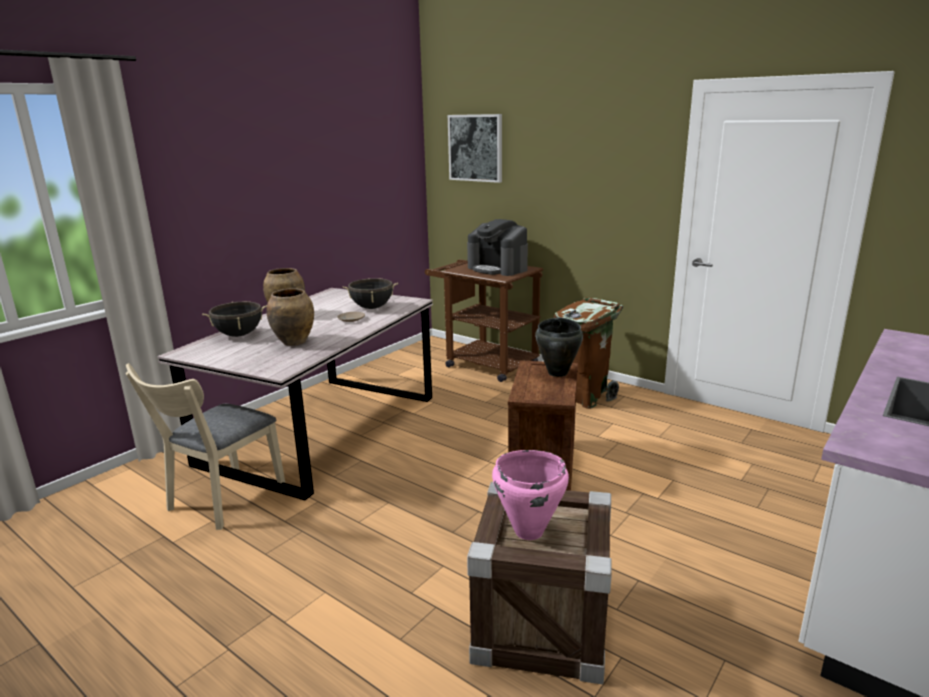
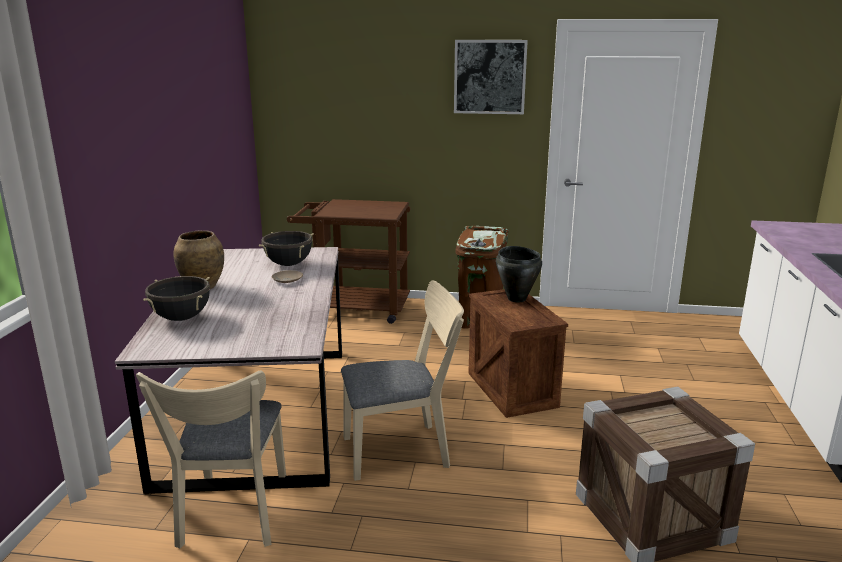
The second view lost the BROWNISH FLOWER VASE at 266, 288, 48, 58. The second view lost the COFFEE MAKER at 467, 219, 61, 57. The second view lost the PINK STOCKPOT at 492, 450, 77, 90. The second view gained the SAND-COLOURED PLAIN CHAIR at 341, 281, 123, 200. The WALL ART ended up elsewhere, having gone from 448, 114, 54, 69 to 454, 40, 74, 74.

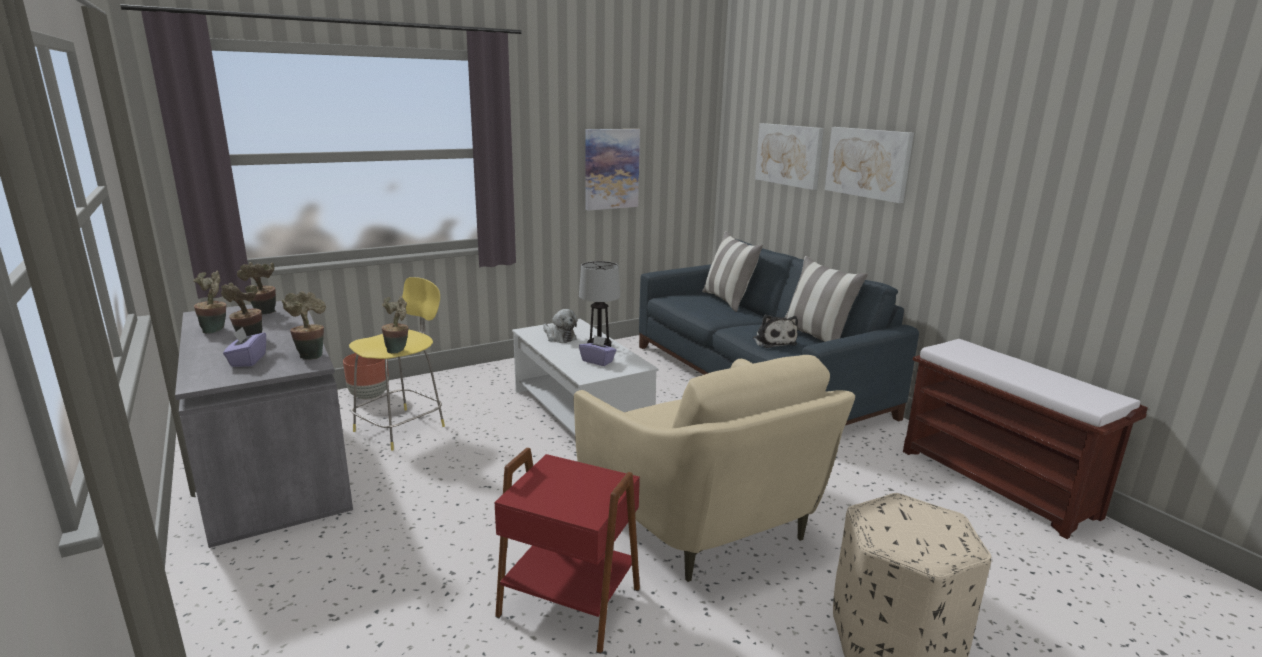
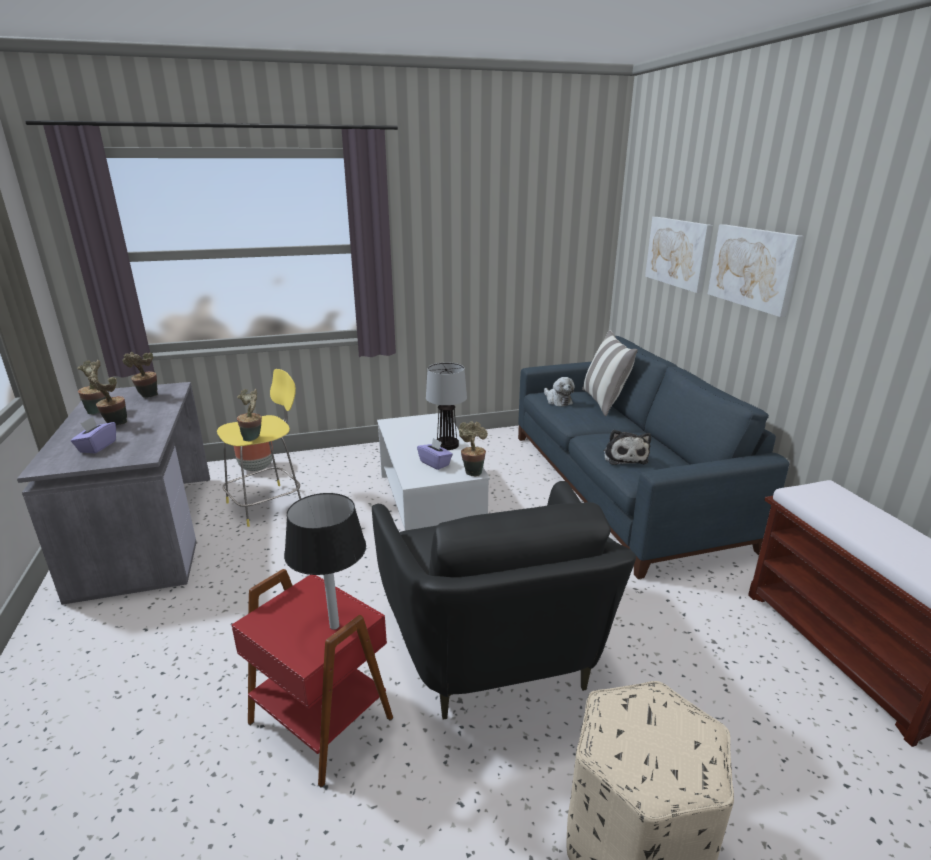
The second view lost the WALL ART at 586, 129, 54, 82. The second view lost the CUSHION at 784, 256, 84, 86. The second view gained the BLACKISH TABLETOP LAMP at 284, 493, 82, 137. The HOUSEPLANT ended up elsewhere, having gone from 282, 291, 44, 69 to 458, 421, 30, 55. The CUDDLY TOY ended up elsewhere, having gone from 543, 309, 34, 34 to 544, 377, 31, 30. What was the SAND-COLOURED LOUNGE CHAIR at 574, 355, 281, 227 turned into the BLACKISH LOUNGE CHAIR at 372, 481, 264, 239.

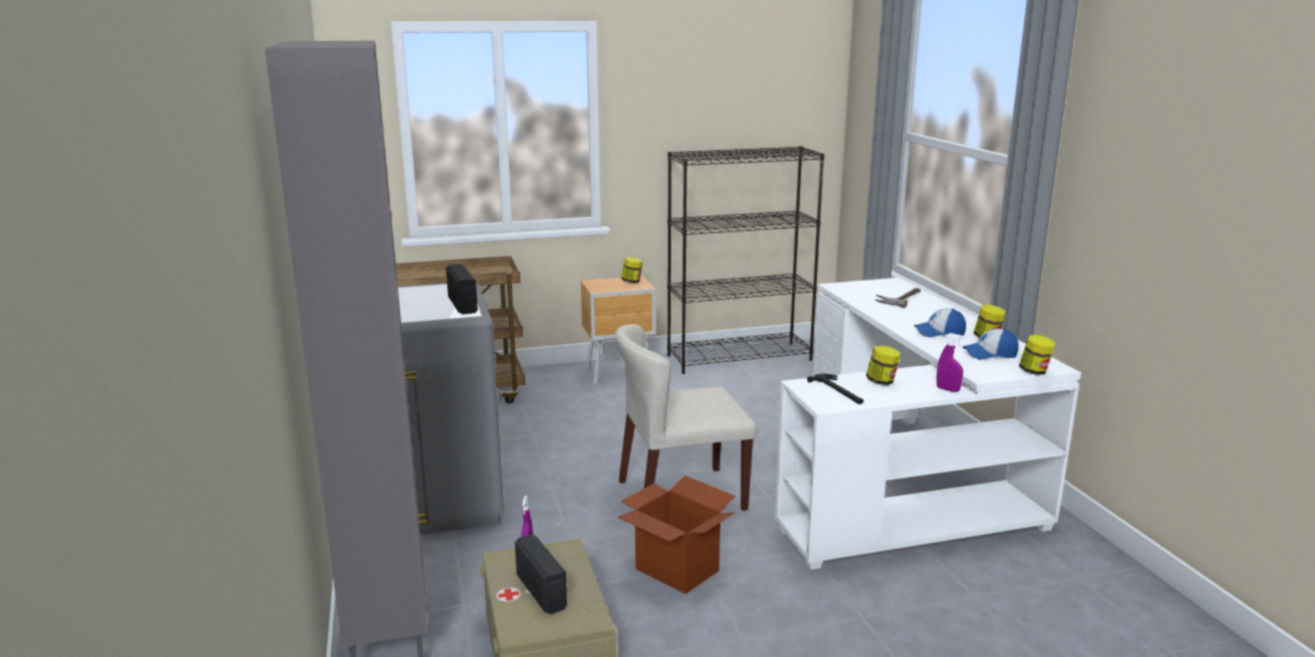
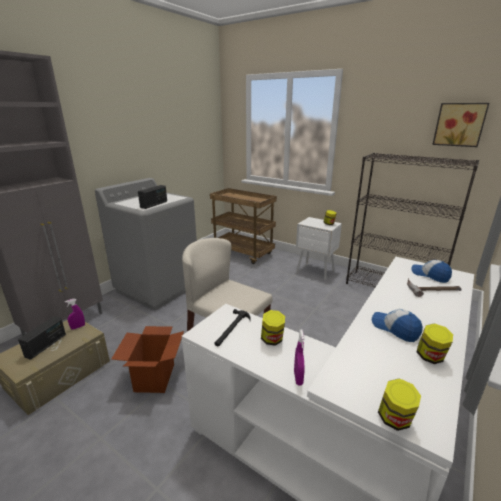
The second view gained the WALL ART at 432, 103, 57, 44. The PEAKED CAP ended up elsewhere, having gone from 962, 328, 57, 32 to 411, 260, 41, 23. What was the BROWNISH NIGHTSTAND at 581, 276, 75, 110 turned into the WHITE-COLOURED NIGHTSTAND at 296, 217, 46, 63.

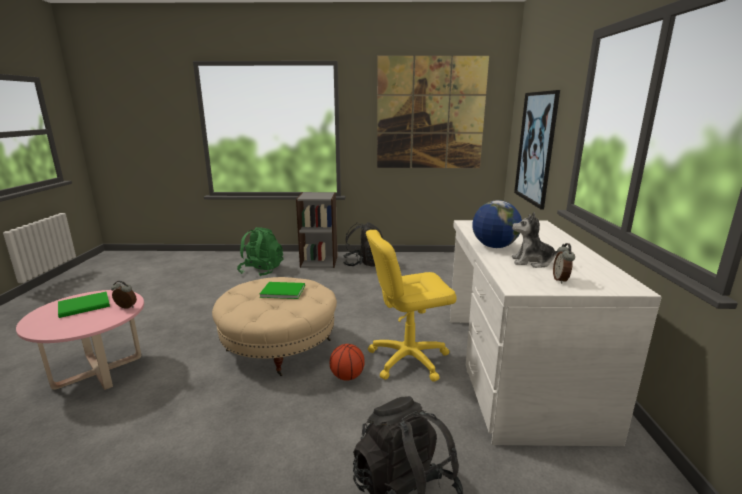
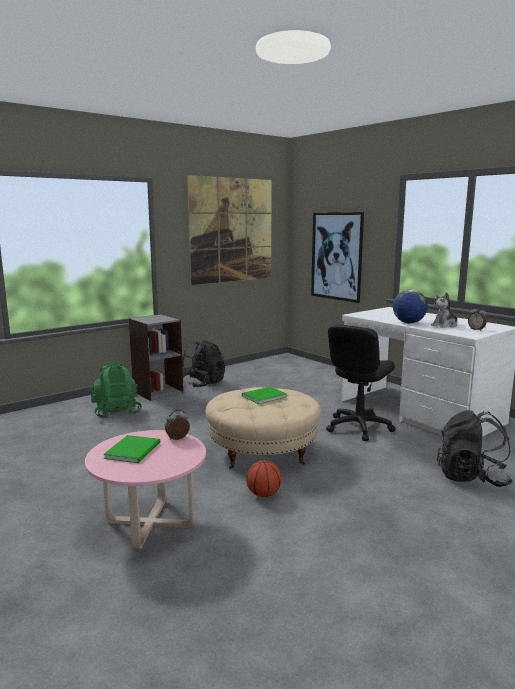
The BASKETBALL ended up elsewhere, having gone from 330, 344, 35, 37 to 246, 460, 36, 37. What was the YELLOW-COLOURED COMPUTER CHAIR at 366, 230, 91, 151 turned into the BLACKISH COMPUTER CHAIR at 326, 324, 69, 117.

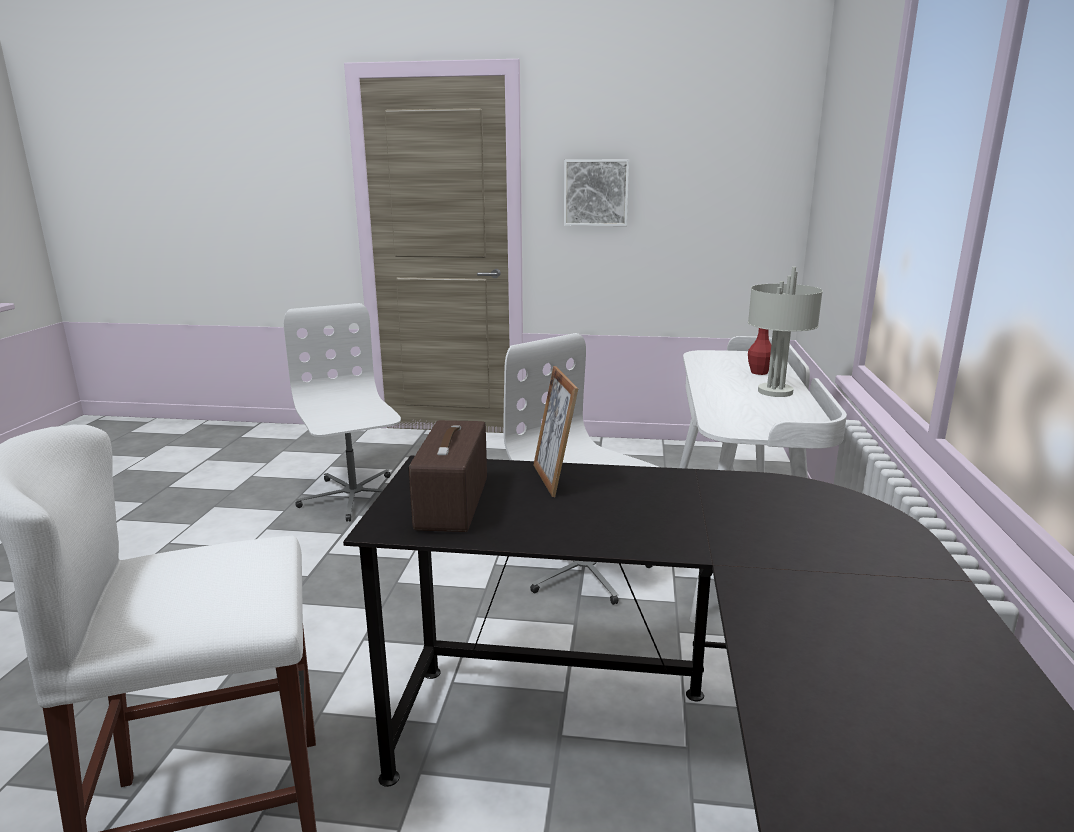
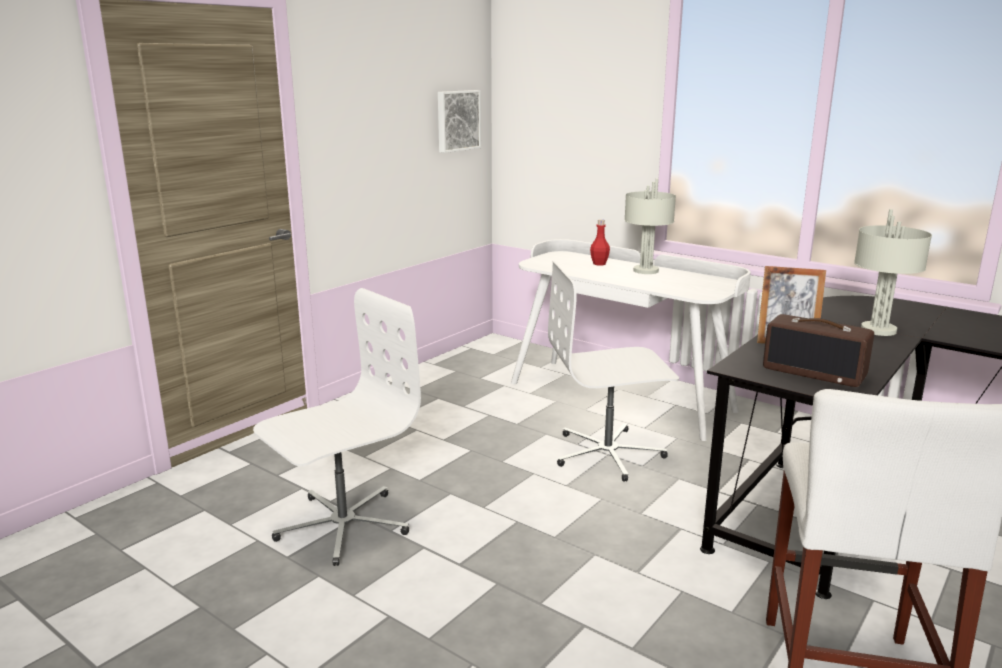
The second view gained the GREY TABLETOP LAMP at 854, 209, 78, 127. The WALL ART ended up elsewhere, having gone from 564, 159, 65, 67 to 438, 90, 43, 63. The WHITE-COLOURED COMPUTER CHAIR at 284, 303, 117, 219 ended up facing another way, 135 degrees clockwise from before.

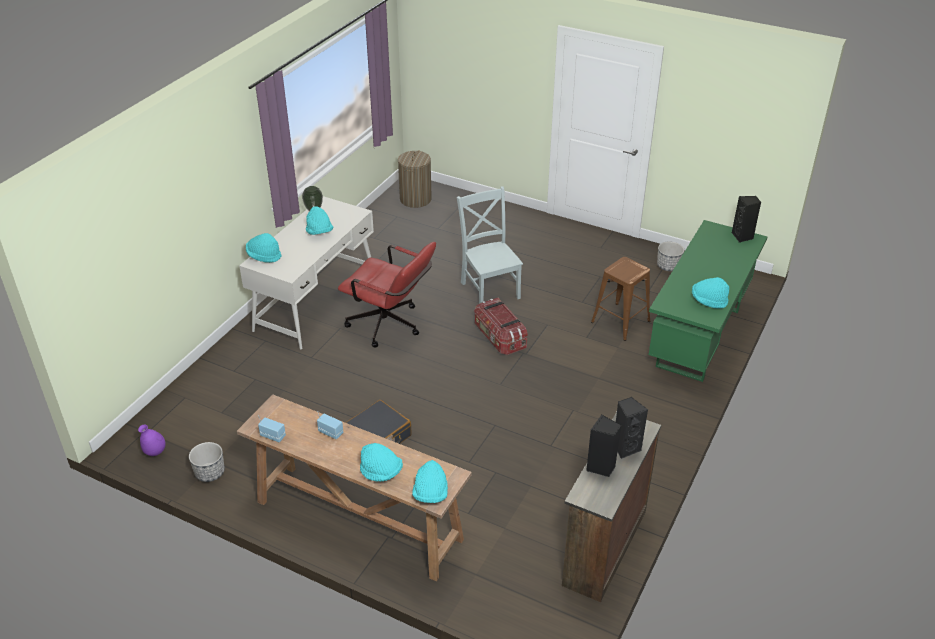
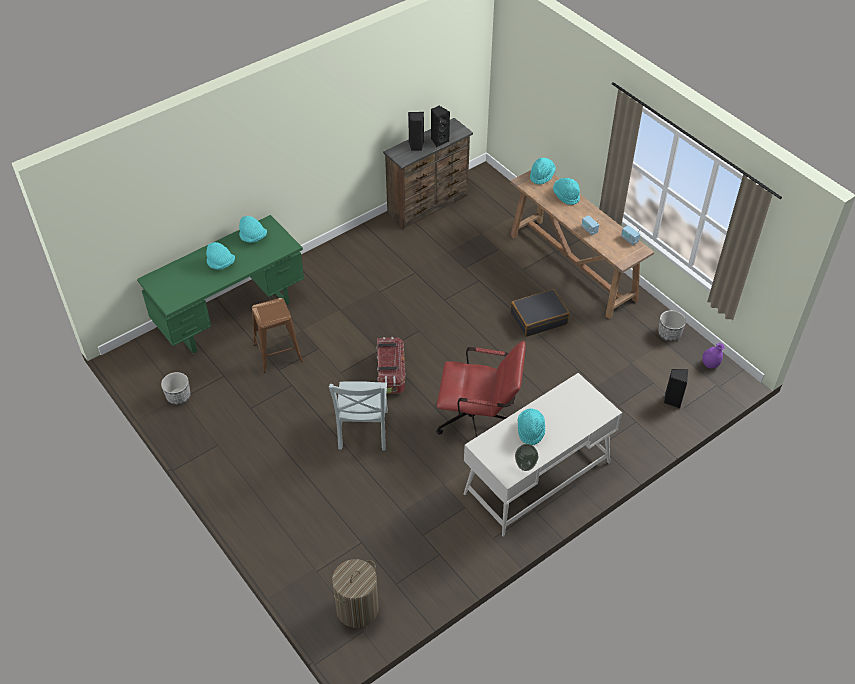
The TURQUOISE WEARABLE HAT ended up elsewhere, having gone from 246, 233, 36, 30 to 206, 242, 29, 28. The BLACKISH AUDIO SPEAKER ended up elsewhere, having gone from 732, 196, 29, 47 to 664, 369, 24, 39. The RED-COLOURED COMPUTER CHAIR at 338, 242, 98, 106 ended up facing another way, 135 degrees clockwise from before.

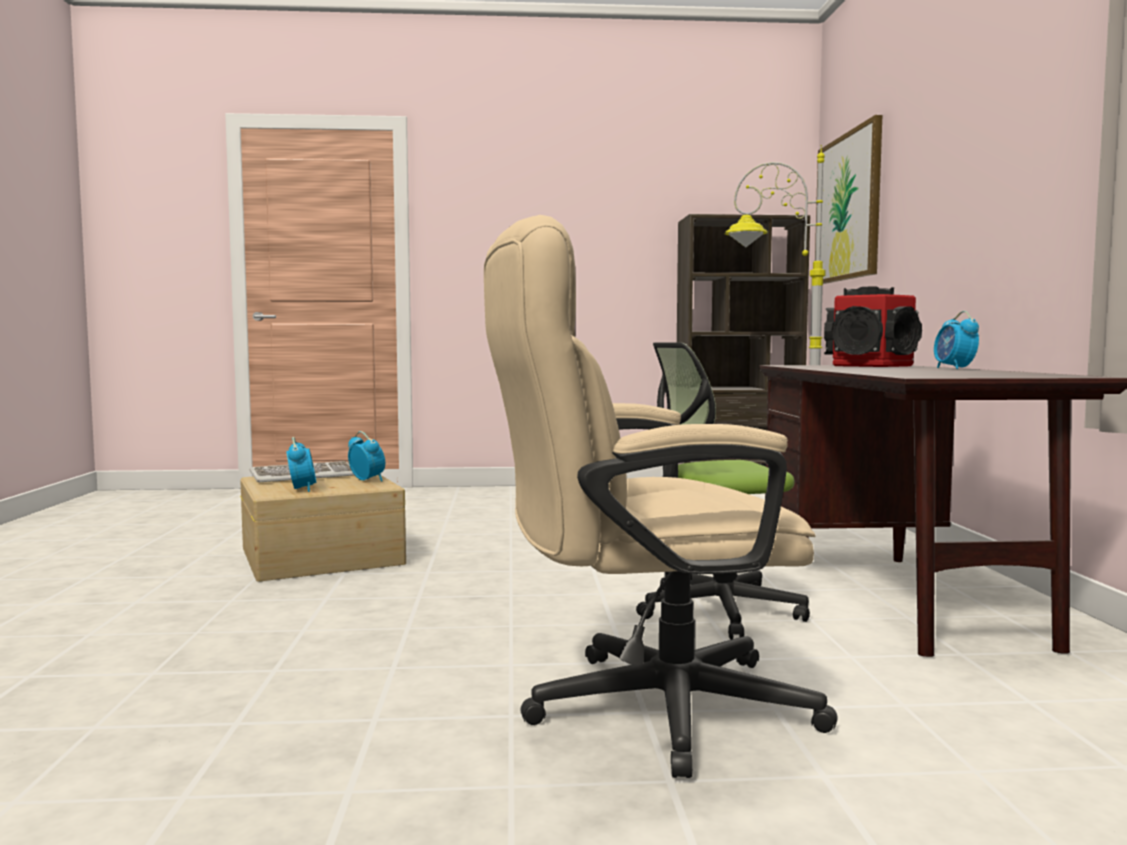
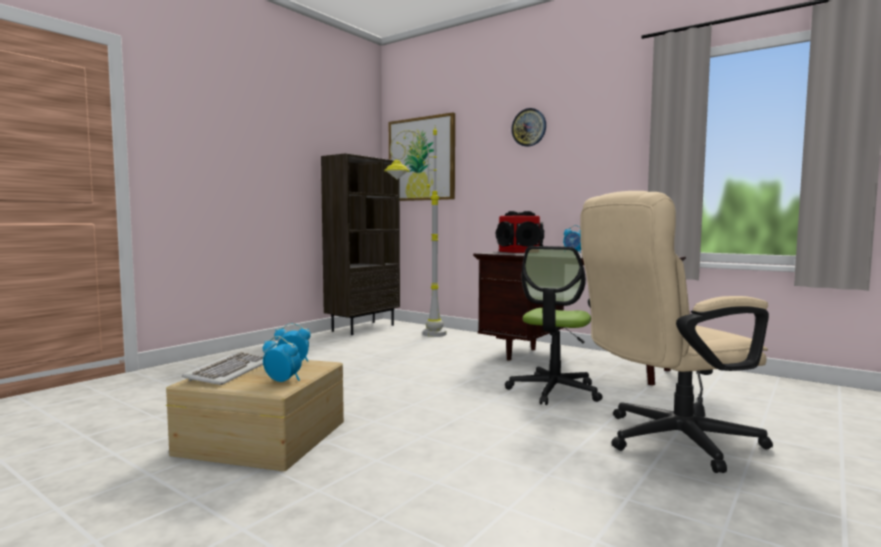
The second view gained the CLOCK ON THE WALL at 511, 108, 35, 39. The SAND-COLOURED COMPUTER CHAIR at 484, 215, 354, 563 ended up facing another way, 45 degrees clockwise from before.

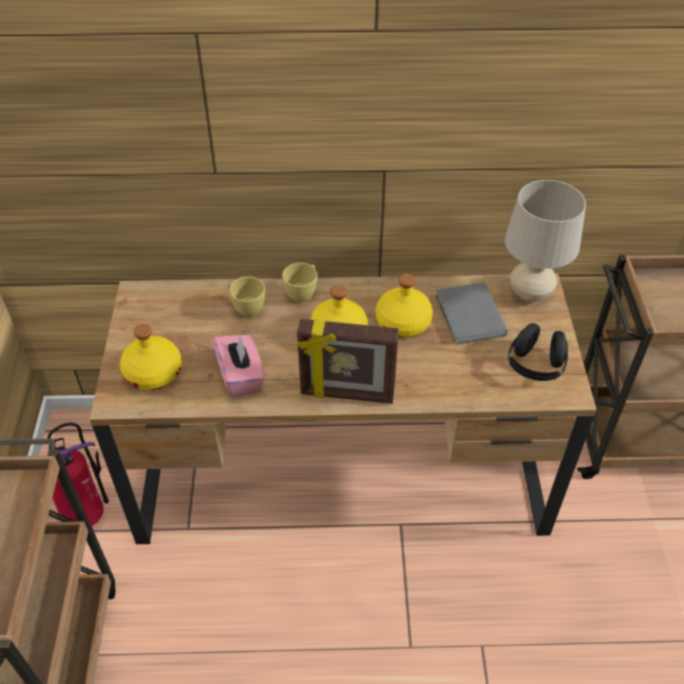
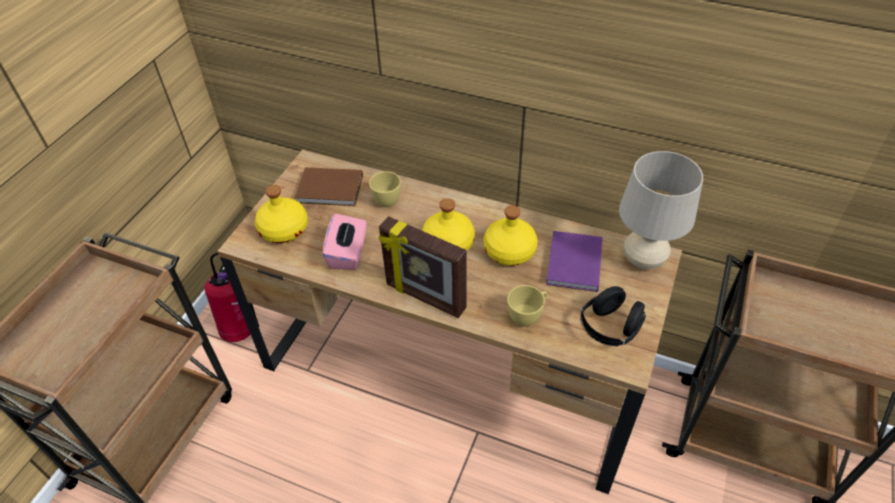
The second view gained the BROWNISH BOUND BOOK at 295, 167, 68, 39. The YELLOW-COLOURED SMALL CUP ended up elsewhere, having gone from 282, 263, 35, 39 to 507, 285, 40, 42. What was the GREY BOUND BOOK at 436, 282, 71, 62 turned into the PURPLE-COLOURED BOUND BOOK at 546, 231, 56, 61.

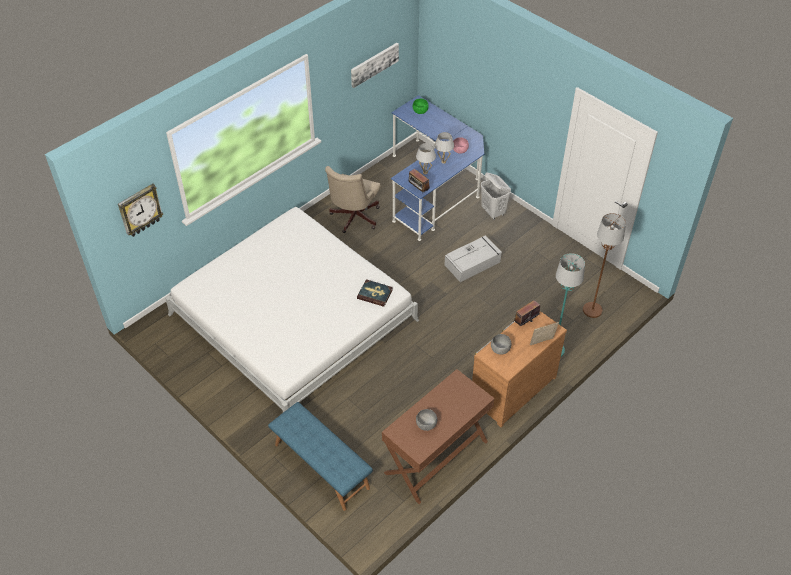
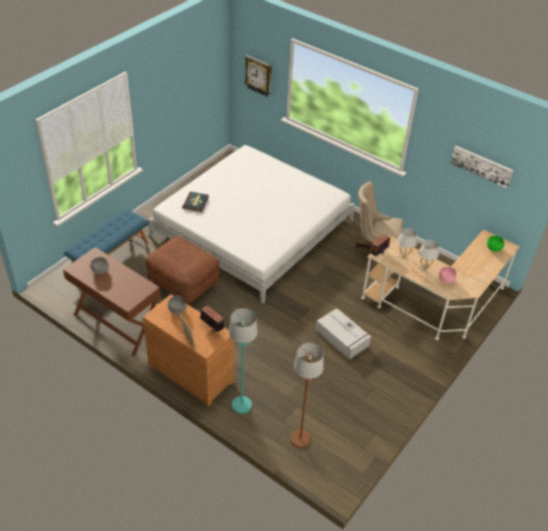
The second view lost the WHITE-COLOURED LAUNDRY BASKET at 481, 172, 30, 48. The second view gained the BROWNISH FOOTREST at 146, 236, 73, 70. The BOUND BOOK ended up elsewhere, having gone from 357, 279, 36, 28 to 182, 192, 27, 20. What was the BLUISH DESK TABLE at 391, 95, 93, 146 turned into the SAND-COLOURED DESK TABLE at 361, 229, 159, 111.

